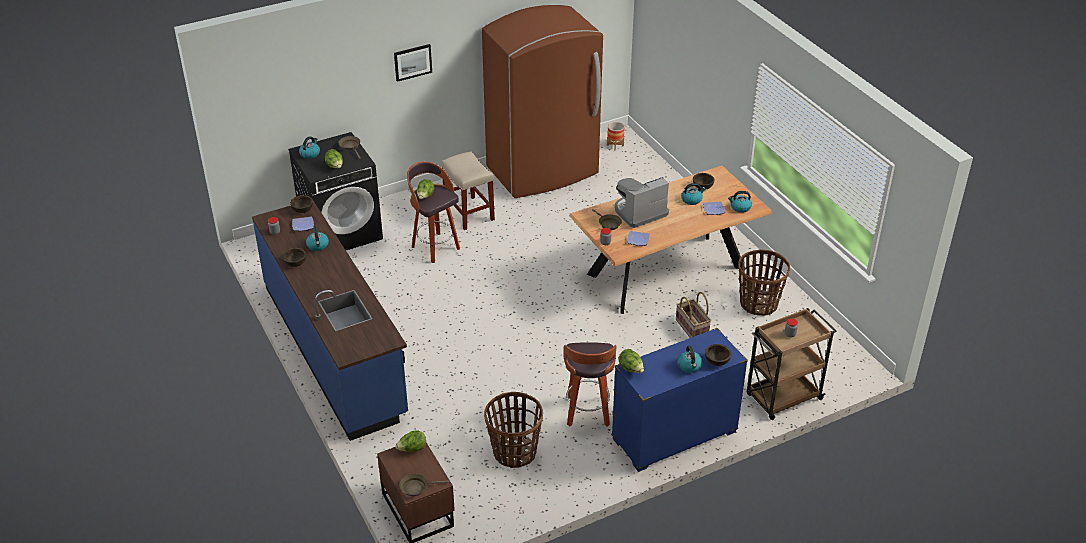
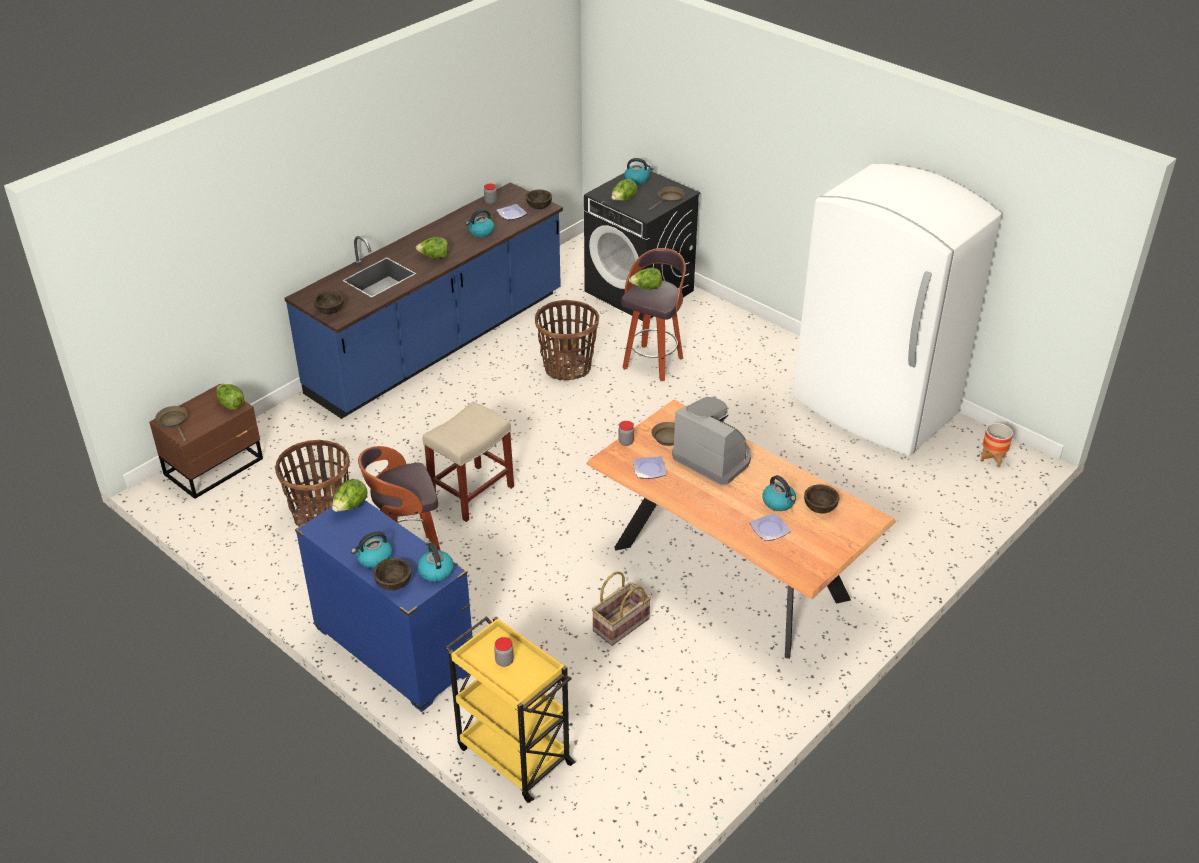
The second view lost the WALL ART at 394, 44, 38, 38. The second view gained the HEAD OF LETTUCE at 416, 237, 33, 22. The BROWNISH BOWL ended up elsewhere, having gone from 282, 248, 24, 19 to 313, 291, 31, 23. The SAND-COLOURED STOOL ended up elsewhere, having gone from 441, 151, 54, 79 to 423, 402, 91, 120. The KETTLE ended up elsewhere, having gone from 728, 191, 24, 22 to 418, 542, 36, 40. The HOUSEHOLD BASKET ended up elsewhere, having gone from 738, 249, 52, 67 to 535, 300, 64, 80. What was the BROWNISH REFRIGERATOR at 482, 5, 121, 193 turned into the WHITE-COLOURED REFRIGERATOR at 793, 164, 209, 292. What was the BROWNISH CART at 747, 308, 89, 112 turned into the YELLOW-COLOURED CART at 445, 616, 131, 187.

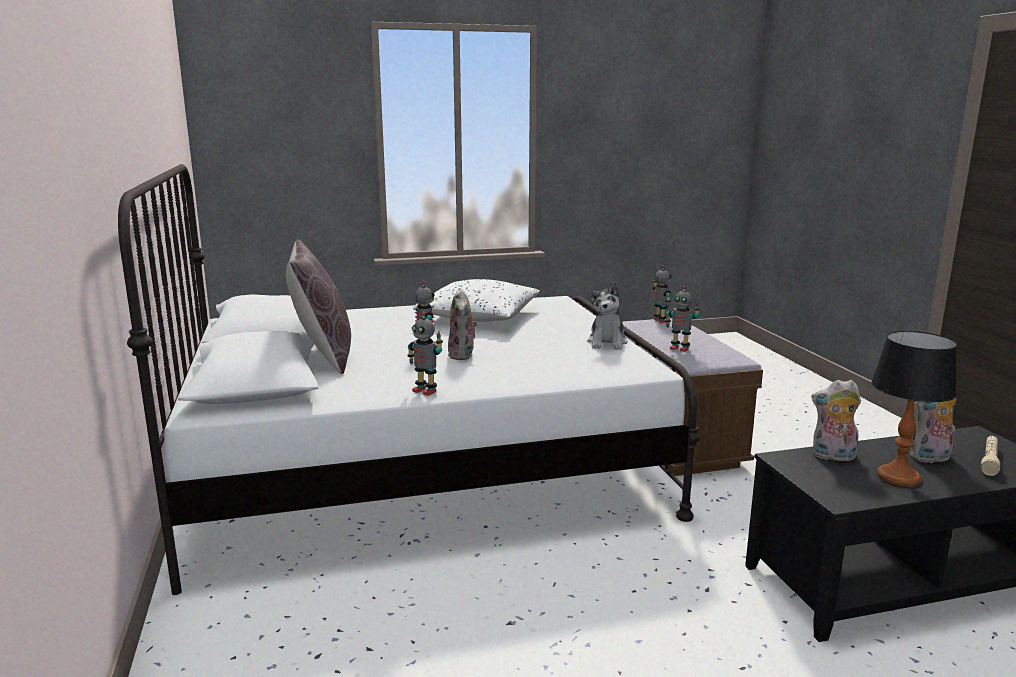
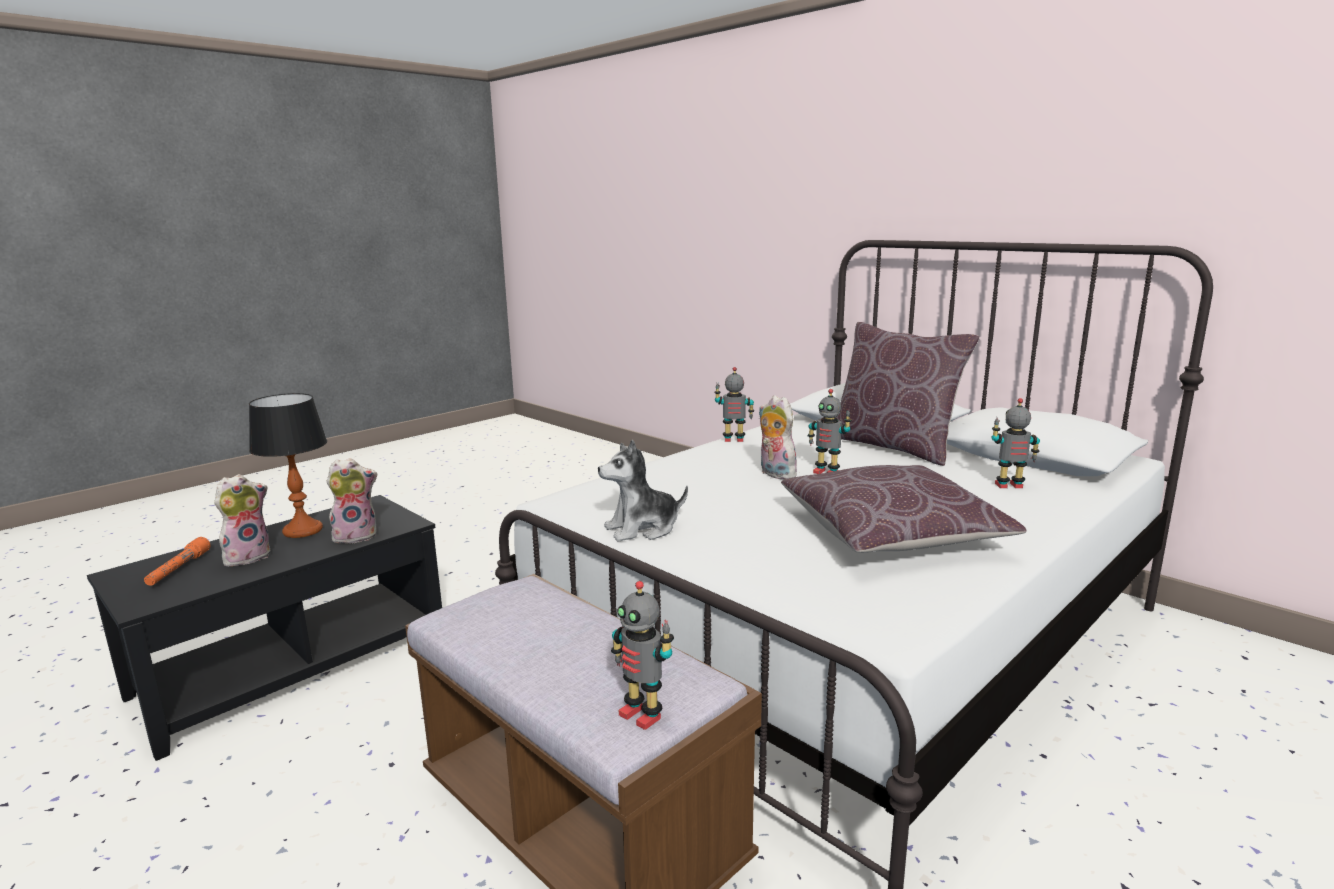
The ROBOT FIGURE ended up elsewhere, having gone from 665, 285, 35, 67 to 992, 398, 48, 90. What was the WHITE-COLOURED CUSHION at 413, 279, 127, 43 turned into the BROWNISH CUSHION at 781, 465, 246, 88. What was the SAND-COLOURED TORCH at 981, 436, 19, 40 turned into the ORANGEY TORCH at 144, 537, 67, 49. The CUDDLY TOY at 587, 282, 41, 68 ended up facing another way, 90 degrees counterclockwise from before.

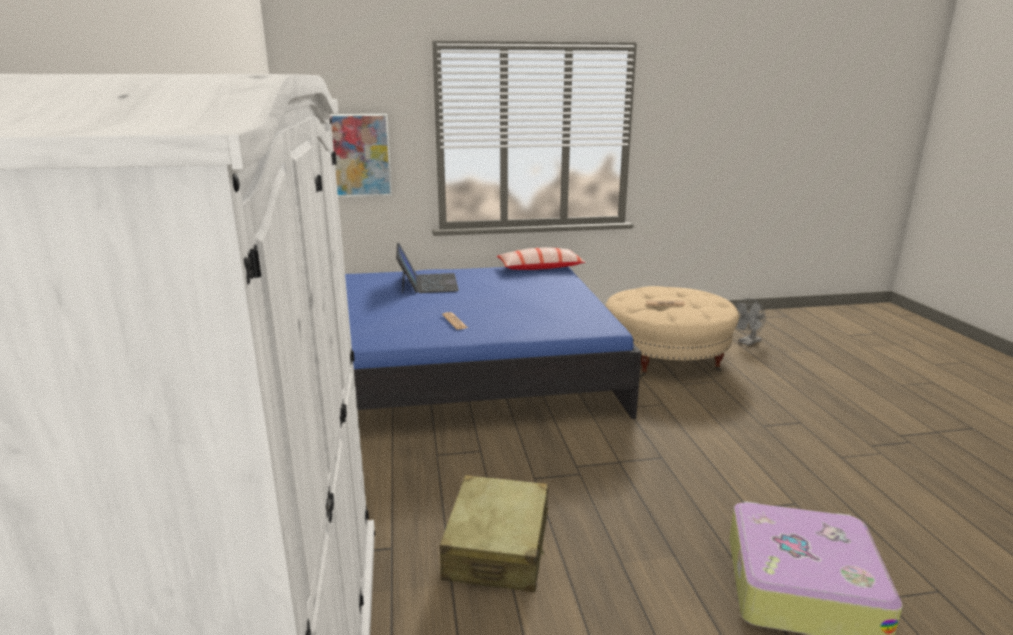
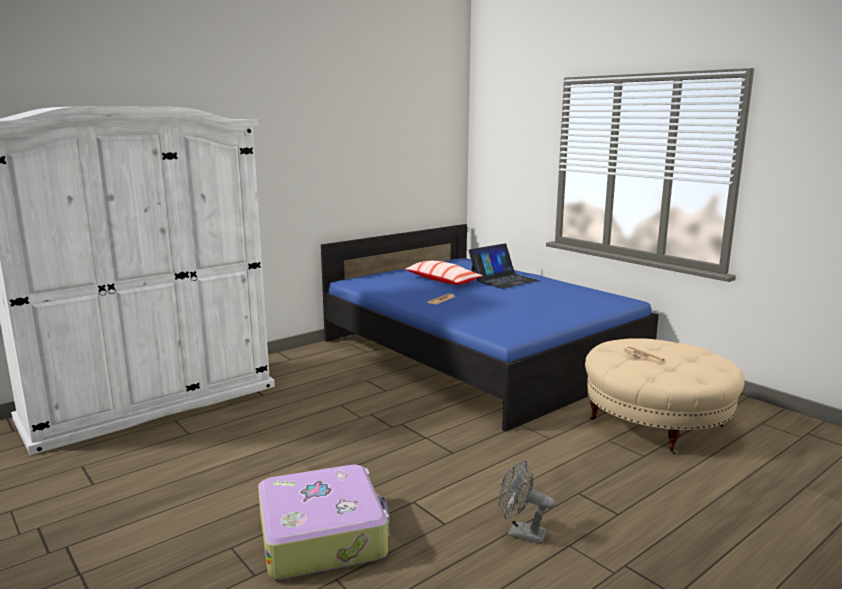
The second view lost the WALL ART at 330, 113, 62, 84. The second view lost the SAND-COLOURED TRAVEL CASE at 440, 475, 108, 118. The CUSHION ended up elsewhere, having gone from 497, 247, 88, 23 to 405, 261, 78, 24. The GREY COOLING FAN ended up elsewhere, having gone from 735, 298, 30, 48 to 499, 460, 57, 84.

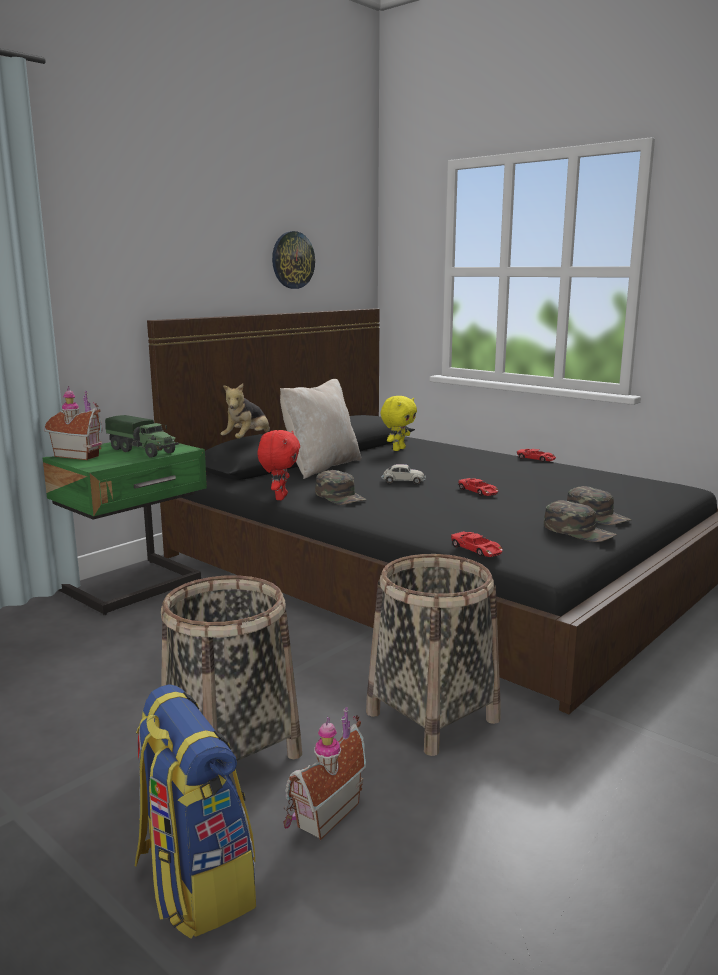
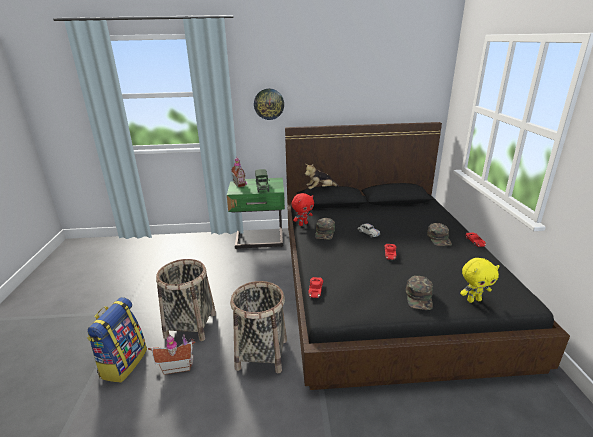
The second view lost the SAND-COLOURED CUSHION at 280, 379, 81, 100. The CLOCK ON THE WALL ended up elsewhere, having gone from 272, 231, 43, 58 to 254, 88, 30, 32. The YELLOW-COLOURED CUDDLY TOY ended up elsewhere, having gone from 380, 396, 37, 55 to 460, 258, 39, 45. The GREENISH PEAKED CAP ended up elsewhere, having gone from 544, 500, 73, 42 to 427, 223, 25, 23.

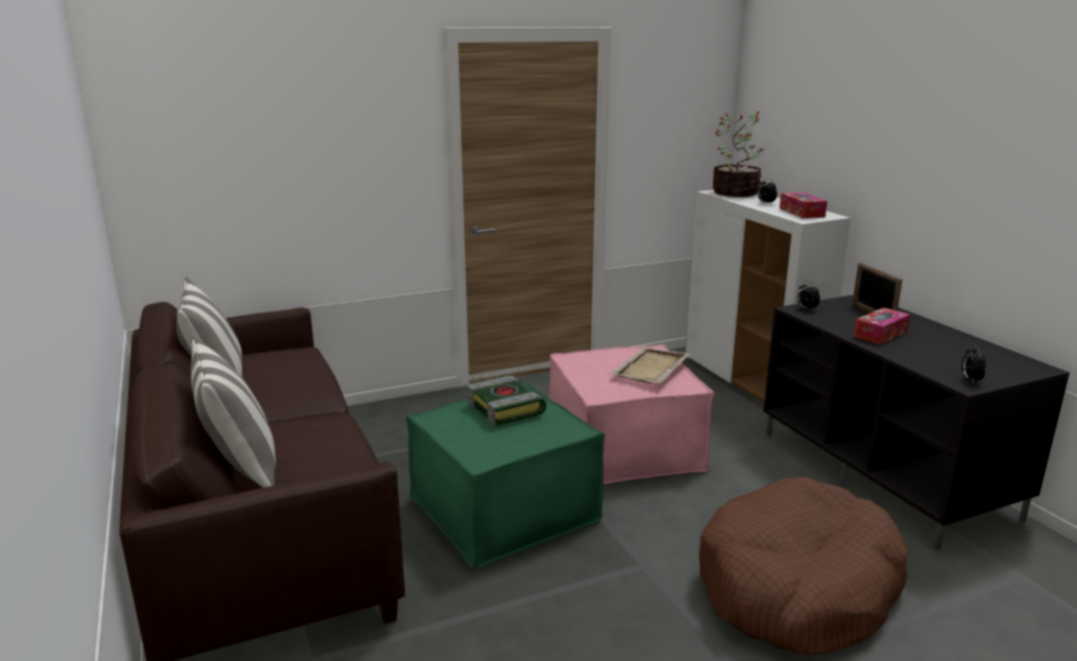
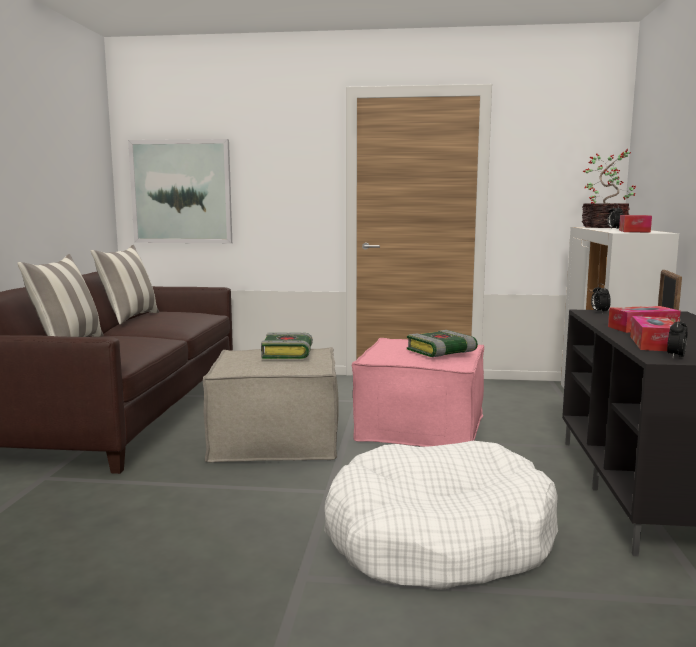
The second view gained the WALL ART at 128, 139, 104, 104. The second view gained the BOX OF TISSUES at 630, 316, 44, 35. Where the SAND-COLOURED SERVING TRAY stood at 610, 347, 80, 37, the BOUND BOOK came to stand at 407, 330, 71, 27. What was the GREENISH FOOTREST at 406, 383, 199, 186 turned into the SAND-COLOURED FOOTREST at 203, 347, 136, 115. What was the BROWNISH DOG BED at 699, 477, 209, 178 turned into the WHITE-COLOURED DOG BED at 324, 441, 234, 149.

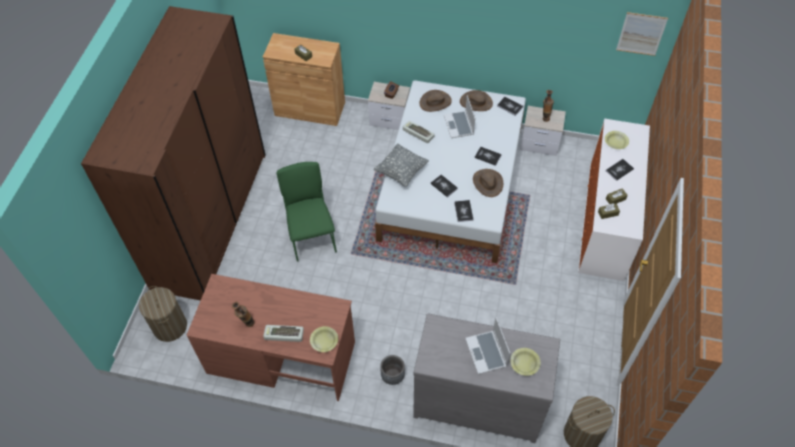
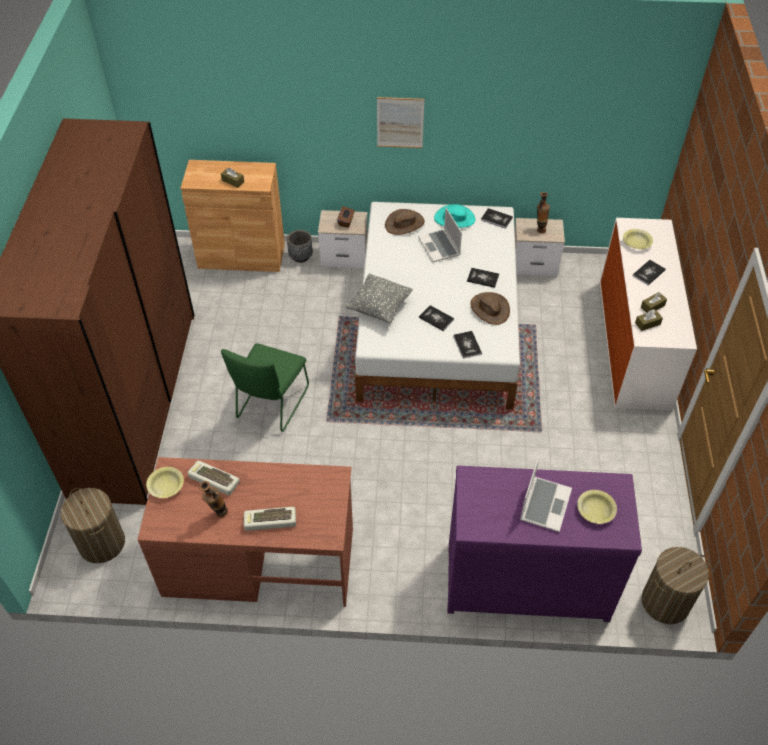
The YELLOW-COLOURED BOWL ended up elsewhere, having gone from 310, 326, 28, 26 to 146, 467, 38, 31. The GREY FLOWER POT ended up elsewhere, having gone from 380, 355, 25, 30 to 287, 230, 26, 33. The COMPUTER KEYBOARD ended up elsewhere, having gone from 403, 121, 32, 22 to 187, 461, 53, 34. The WALL ART ended up elsewhere, having gone from 616, 12, 52, 44 to 377, 97, 47, 51. What was the GREY CHEST OF DRAWERS at 413, 313, 147, 130 turned into the PURPLE-COLOURED CHEST OF DRAWERS at 447, 465, 195, 157. What was the BROWNISH WEARABLE HAT at 460, 90, 33, 21 turned into the TURQUOISE WEARABLE HAT at 434, 204, 42, 24. The GREENISH PLAIN CHAIR at 277, 162, 60, 100 ended up facing another way, 135 degrees counterclockwise from before. The PORTABLE COMPUTER at 465, 317, 45, 57 ended up facing another way, 135 degrees counterclockwise from before.

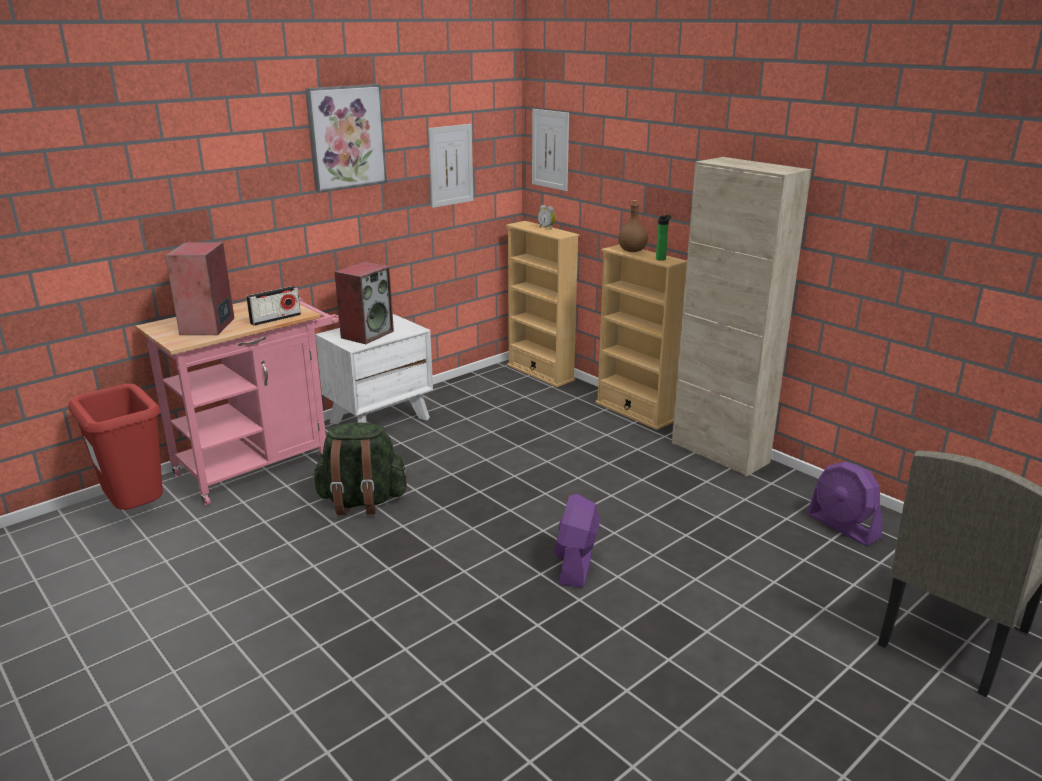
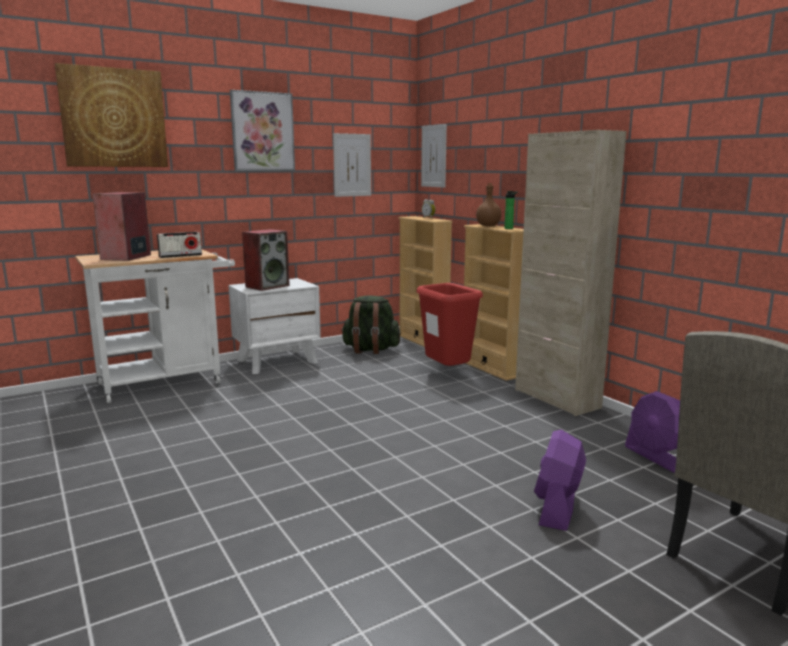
The second view gained the WALL ART at 55, 63, 113, 104. The RED-COLOURED WASTE BIN ended up elsewhere, having gone from 68, 384, 95, 129 to 416, 283, 67, 83. The GREENISH RUCKSACK ended up elsewhere, having gone from 312, 422, 95, 93 to 342, 296, 59, 58. The PURPLE-COLOURED COOLING FAN ended up elsewhere, having gone from 554, 494, 46, 93 to 534, 429, 52, 102. What was the PINK CART at 135, 298, 203, 208 turned into the WHITE-COLOURED CART at 75, 249, 160, 154.

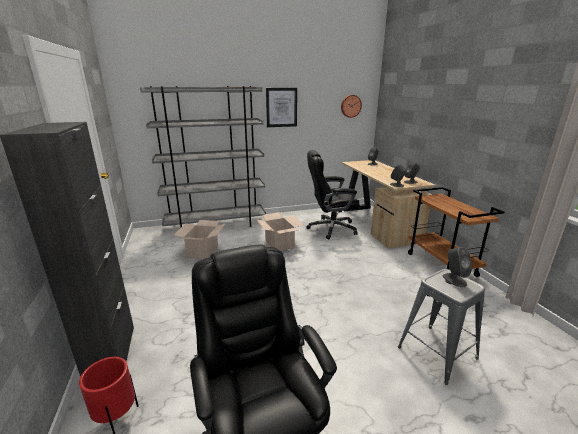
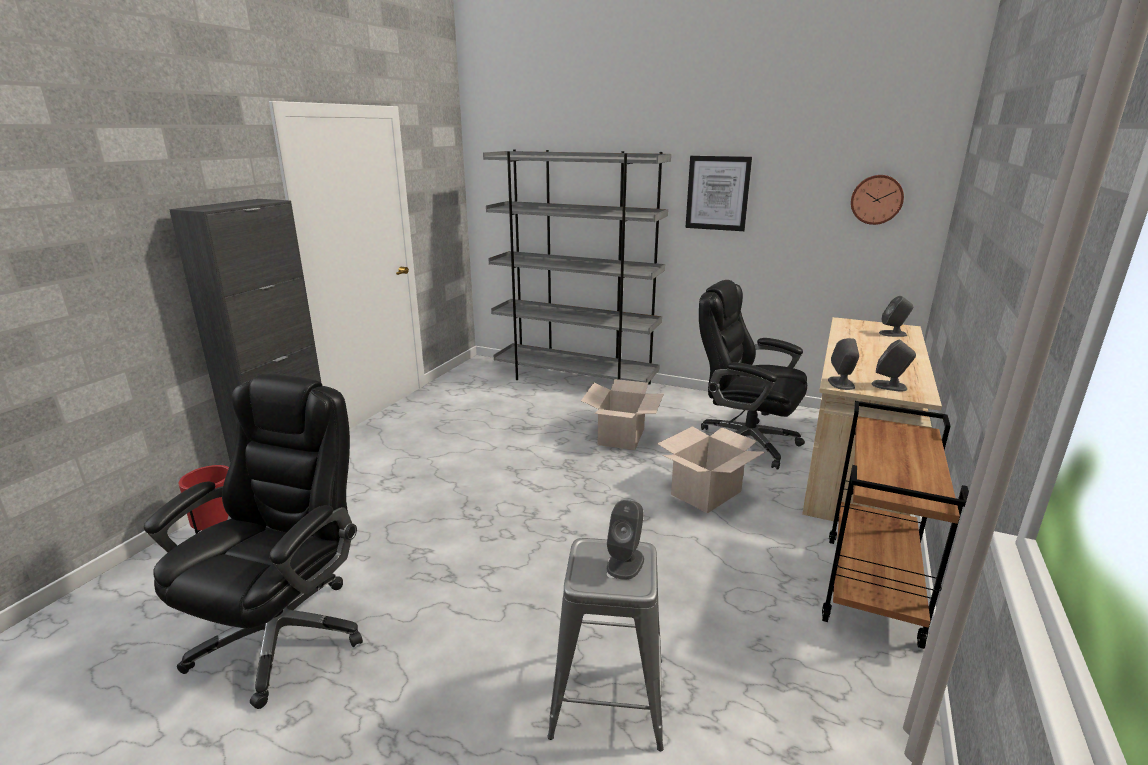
The PACKING BOX ended up elsewhere, having gone from 174, 220, 52, 39 to 657, 426, 108, 87.

